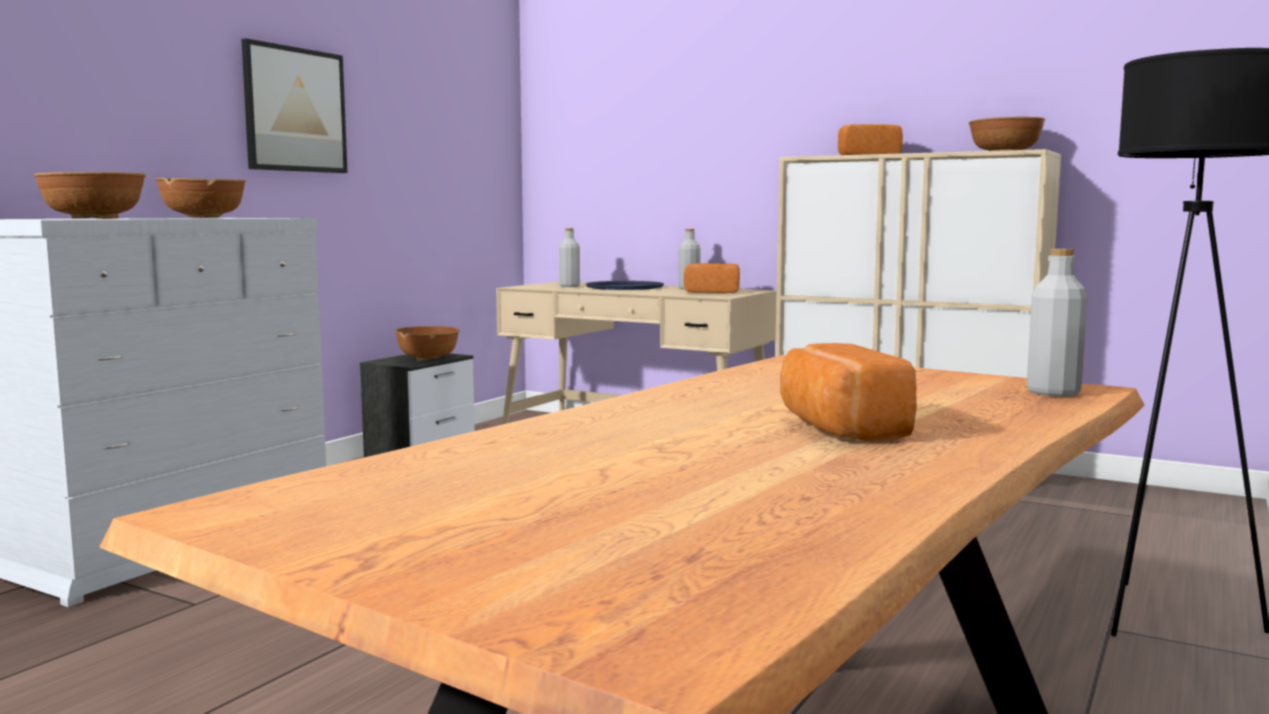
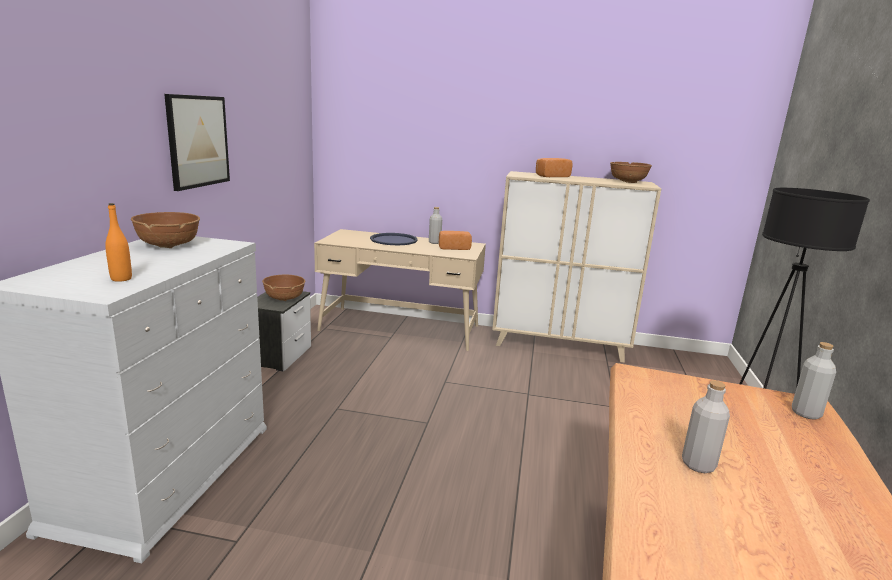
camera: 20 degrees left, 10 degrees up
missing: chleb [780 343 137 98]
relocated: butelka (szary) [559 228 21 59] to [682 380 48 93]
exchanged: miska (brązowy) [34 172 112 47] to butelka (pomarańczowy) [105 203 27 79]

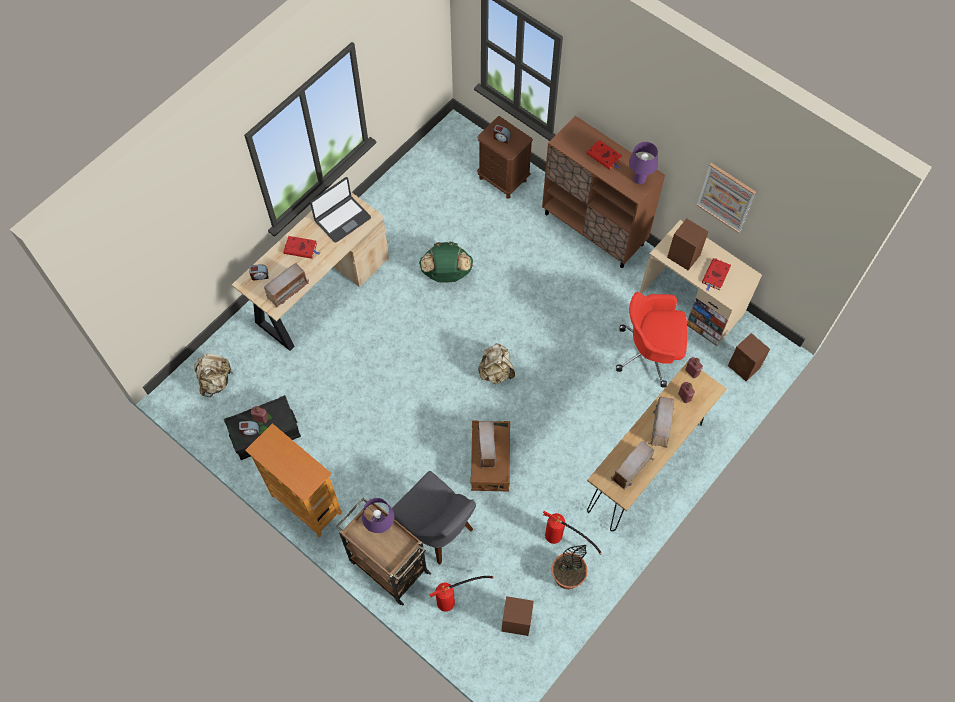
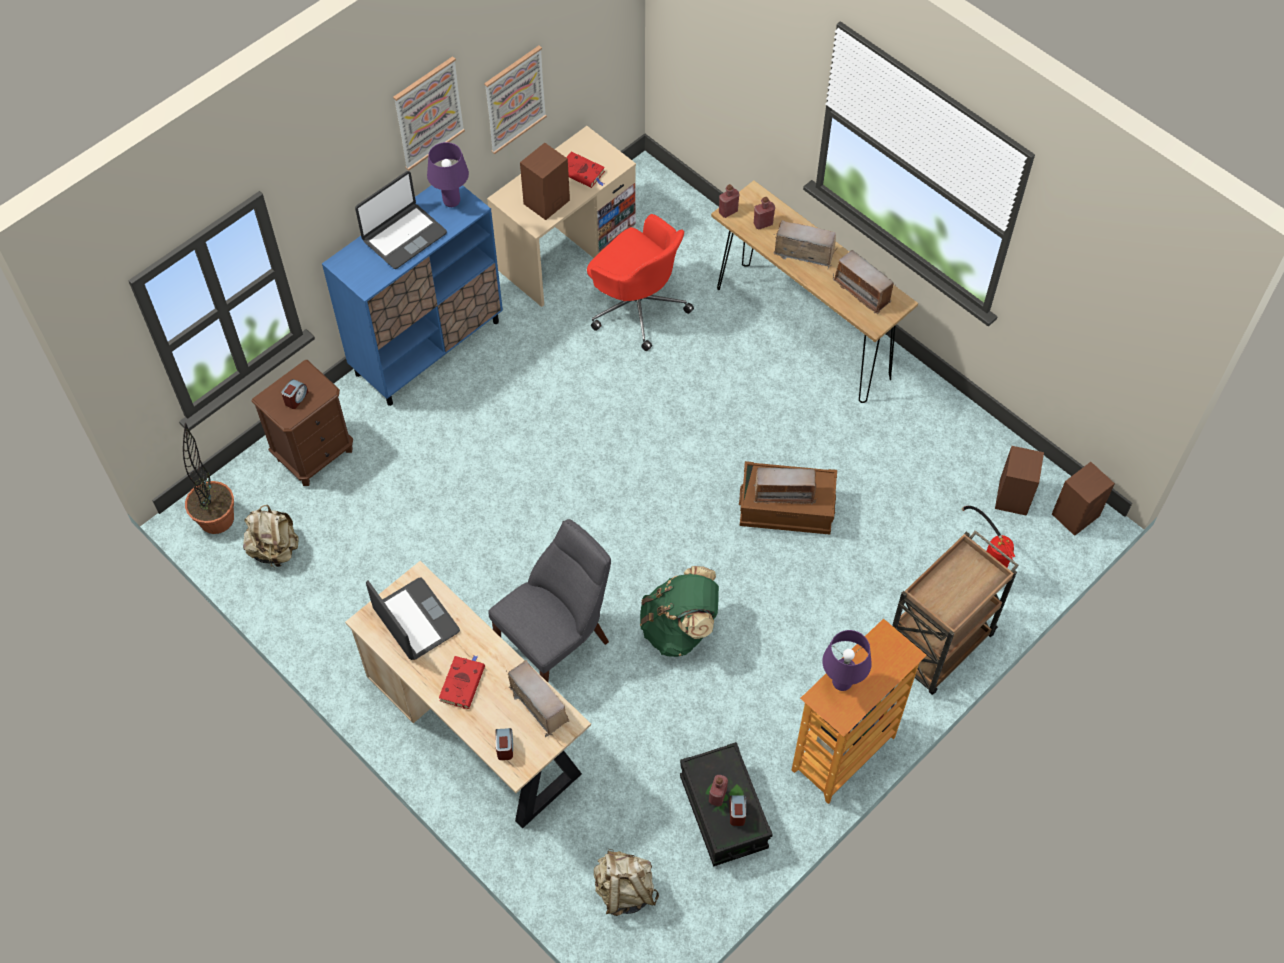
camera: 85 degrees left, 5 degrees down
missing: gaśnica [543 511 59 44]
appeared: obraz [393 56 72 115]
relocated: lampa stołowa (fioletowy) [362 498 32 35] to [822 630 50 61]; krzesło (szary) [392 471 84 94] to [488 519 123 163]; plecak (zielony) [419 242 54 41] to [640 566 79 91]; plecak (beżowy) [478 343 37 41] to [243 505 56 64]; roślina doniczkowa [552 545 36 44] to [183 423 51 111]; głośnik (brązowy) [728 333 42 48] to [1052 462 63 74]
exchanged: książka (czerwony) [587 140 35 30] to laptop [355 171 92 98]
colour: szafka (brązowy) [542 116 123 152] to szafka (niebieski) [322 185 181 221]
spun: krzesło biurowe (czerwony) [616 292 71 96] = [587 214 107 137] 60 degrees counterclockwise

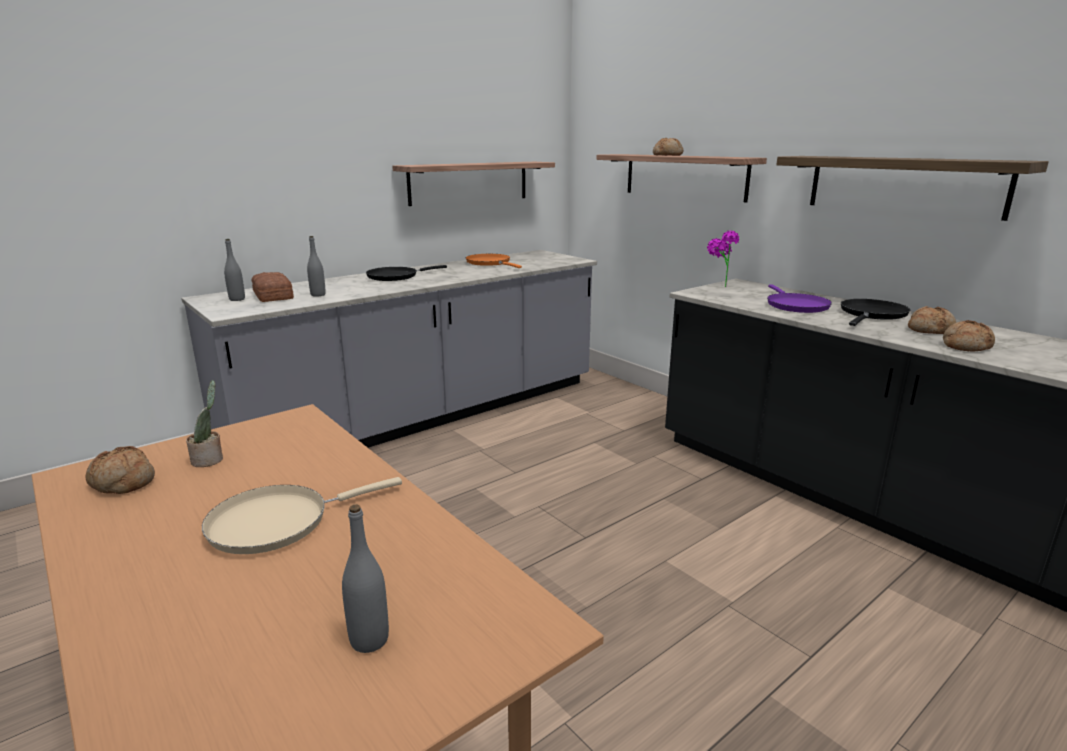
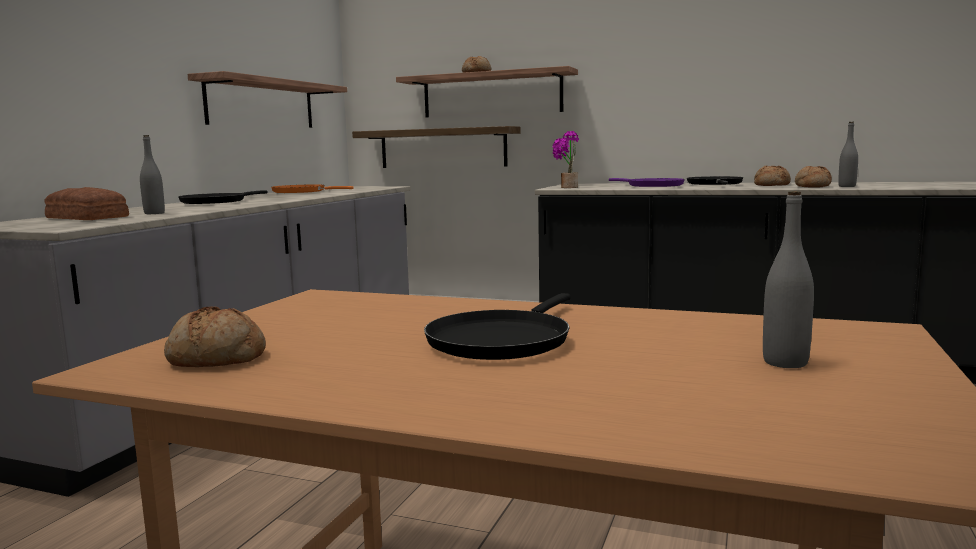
camera: 30 degrees left, 10 degrees down
relocated: roślina doniczkowa [186 380 37 87] to [561 140 17 48]; butelka (szary) [224 239 21 62] to [838 122 20 65]; półka [776 156 273 65] to [352 126 169 42]
colour: patelnia (beżowy) [202 477 200 77] to patelnia (czarny) [424 293 147 67]

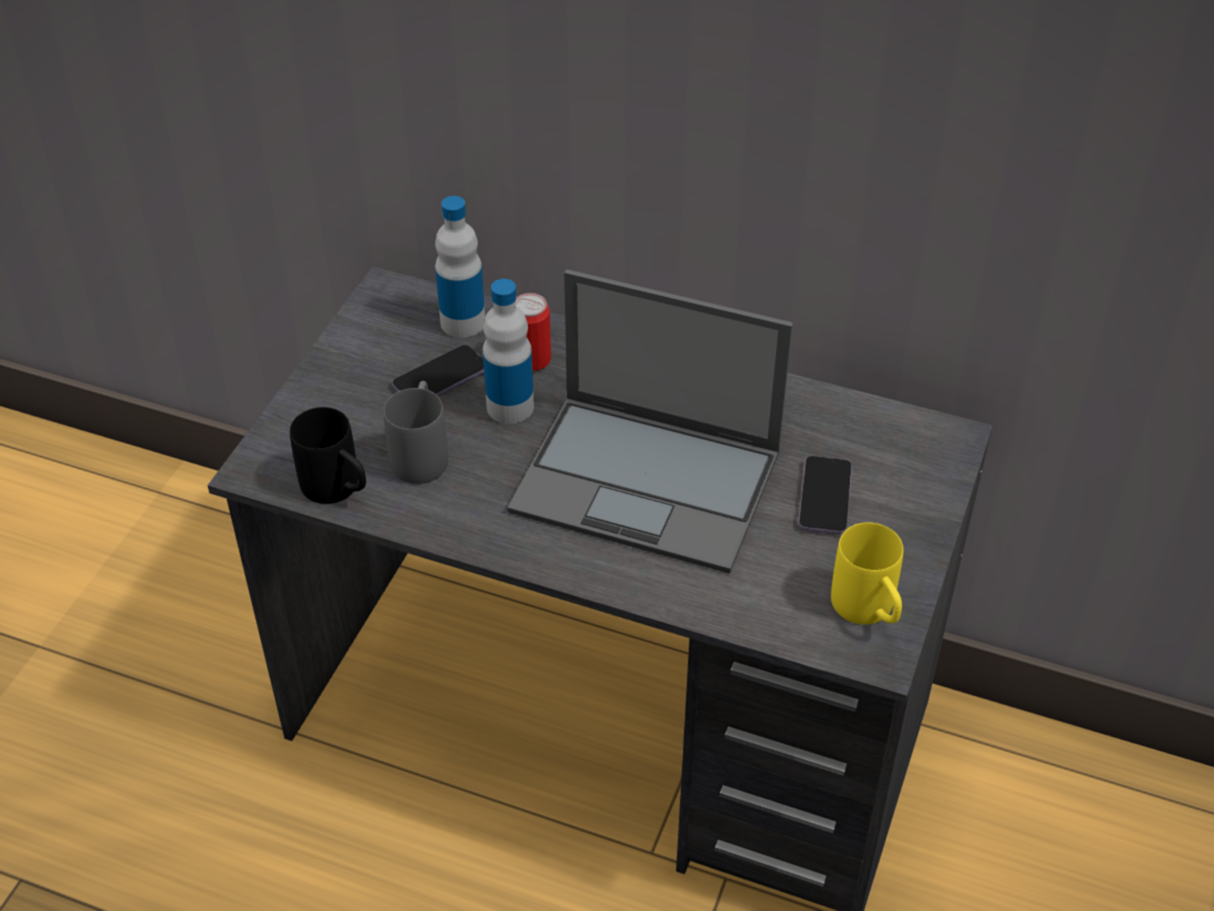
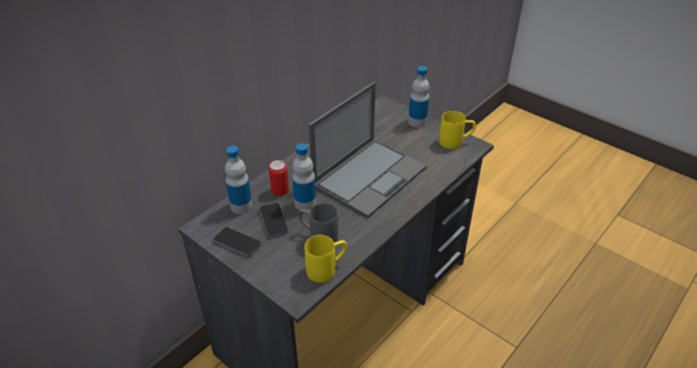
camera: 70 degrees left, 5 degrees down
appeared: butelka [408 66 21 62]
relocated: telefon [798 456 54 79] to [213 227 48 30]
colour: kubek (czarny) [290 407 76 97] to kubek (żółty) [305 235 42 48]

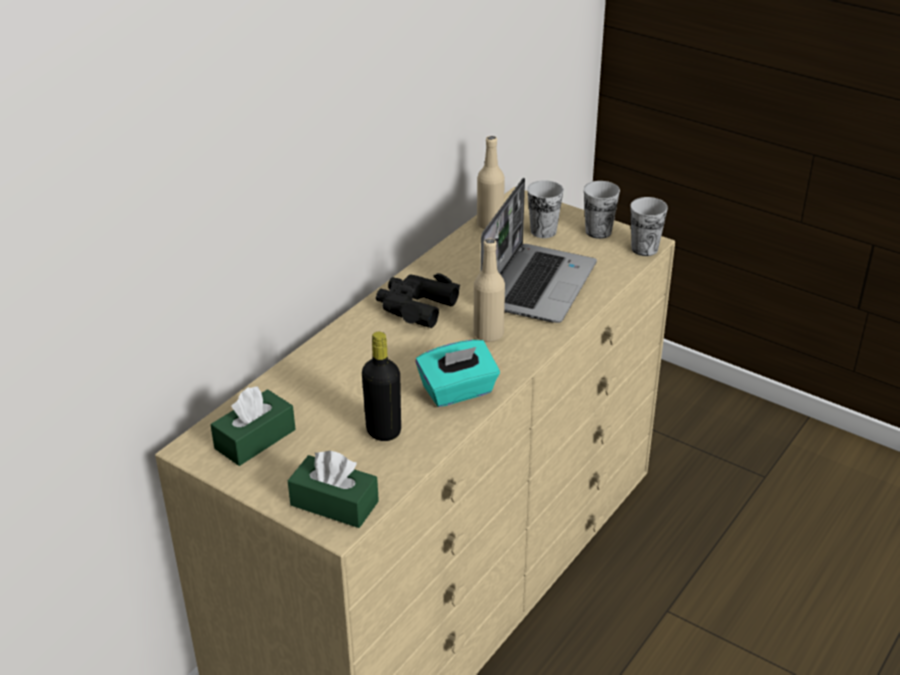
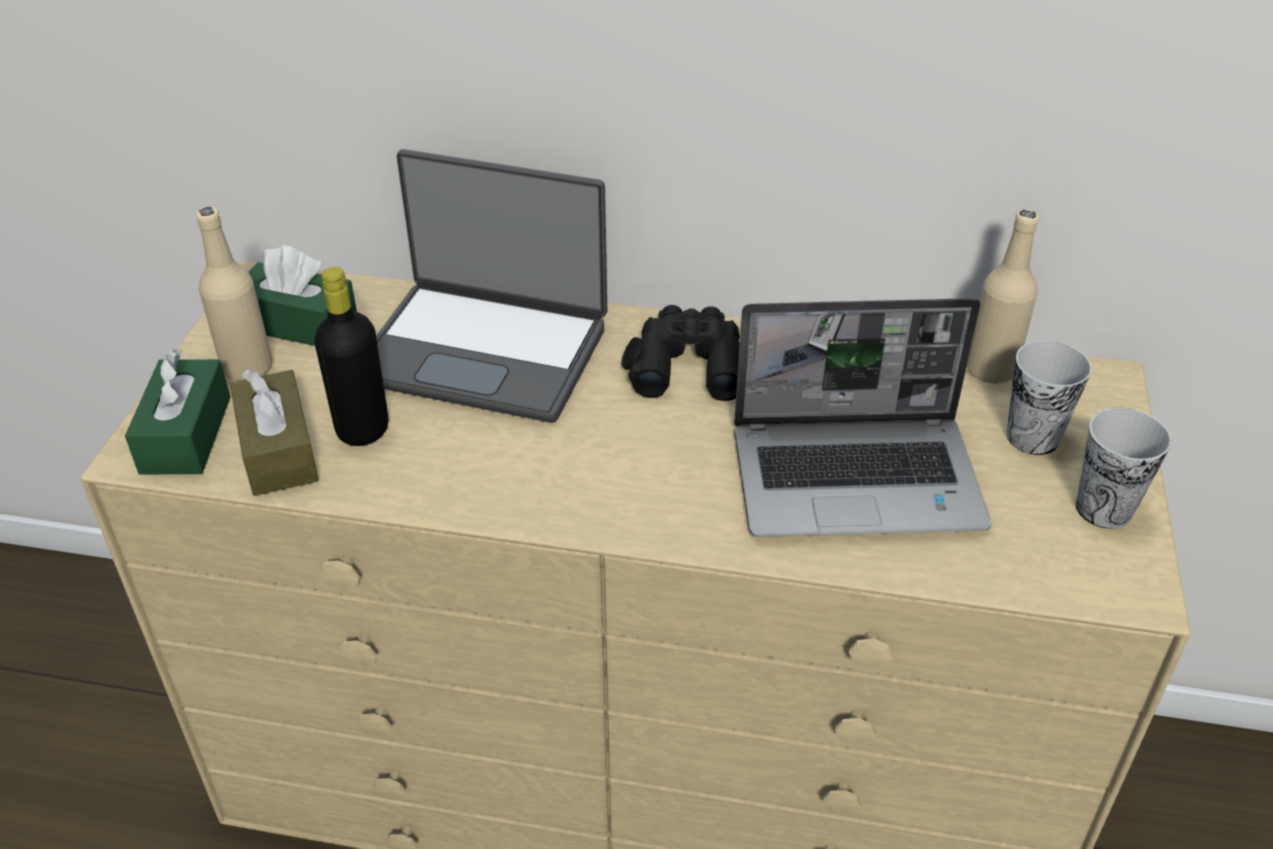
camera: 65 degrees right, 5 degrees up
missing: pudełko chusteczek (turkusowy) [416 340 84 67]; filiżanka [631 197 37 59]
appeared: pudełko chusteczek (brązowy) [230 370 89 126]; laptop [376 149 231 274]
relocated: butelka (beżowy) [474 238 31 104] to [196 207 76 173]

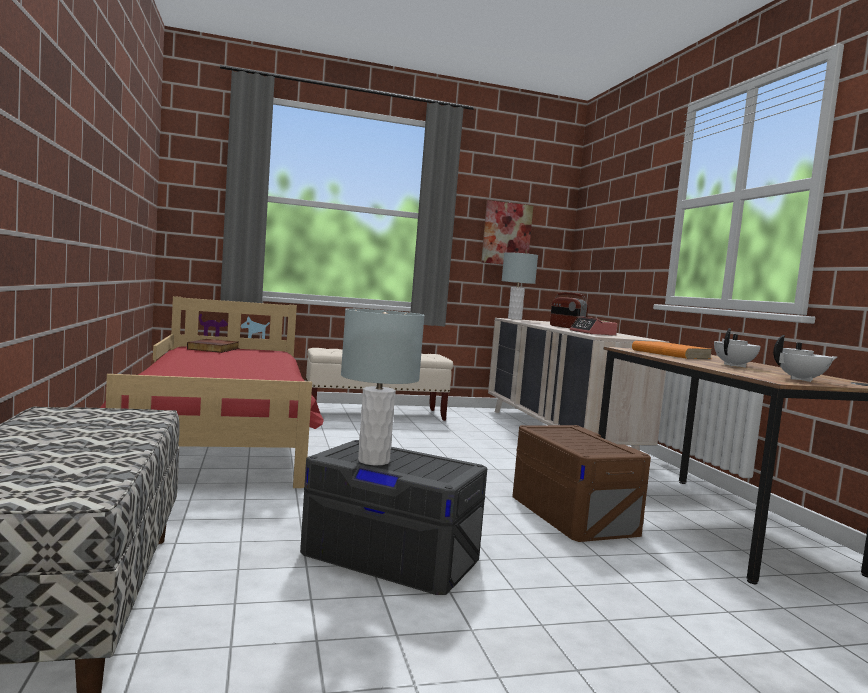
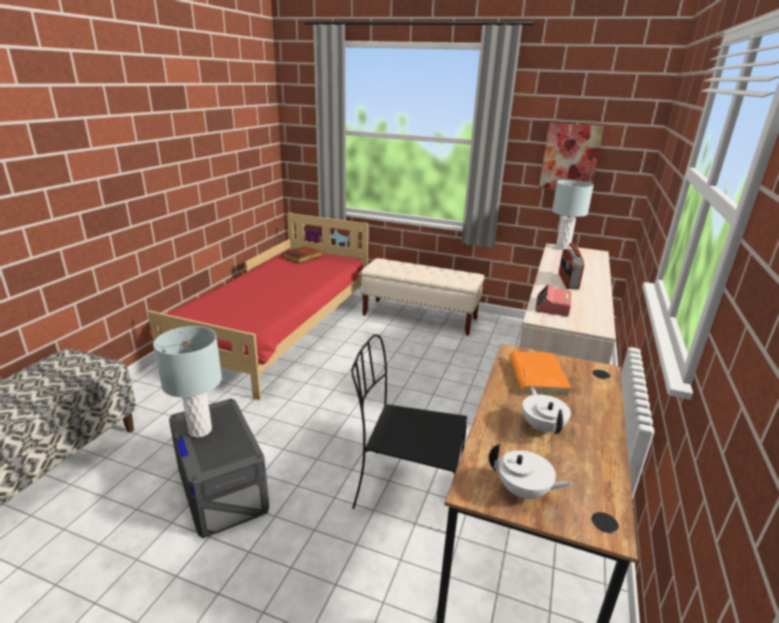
camera: 35 degrees right, 20 degrees up
exchanged: pojemnik do przechowywania (brązowy) [512 425 139 117] to krzesło (czarny) [351 334 116 175]
spun: imbryk (biały) [714 328 47 40] = [522 387 49 48] 90 degrees counterclockwise

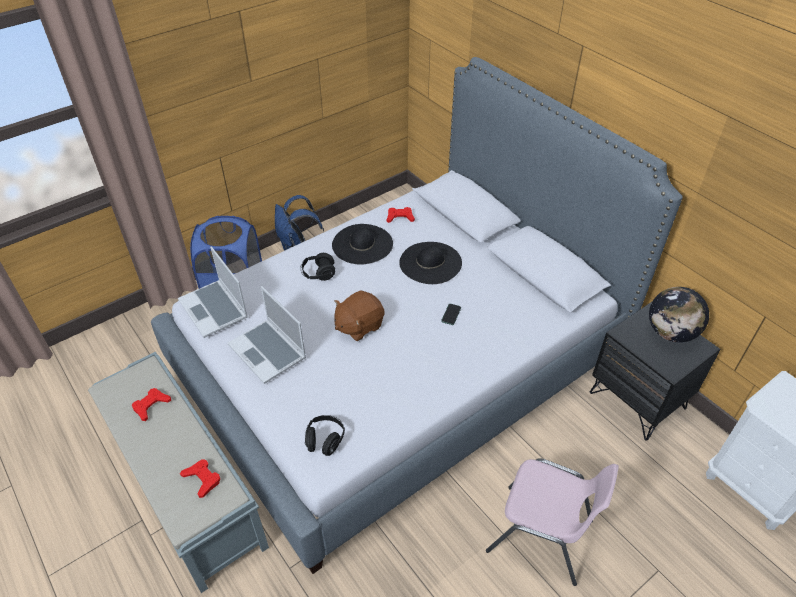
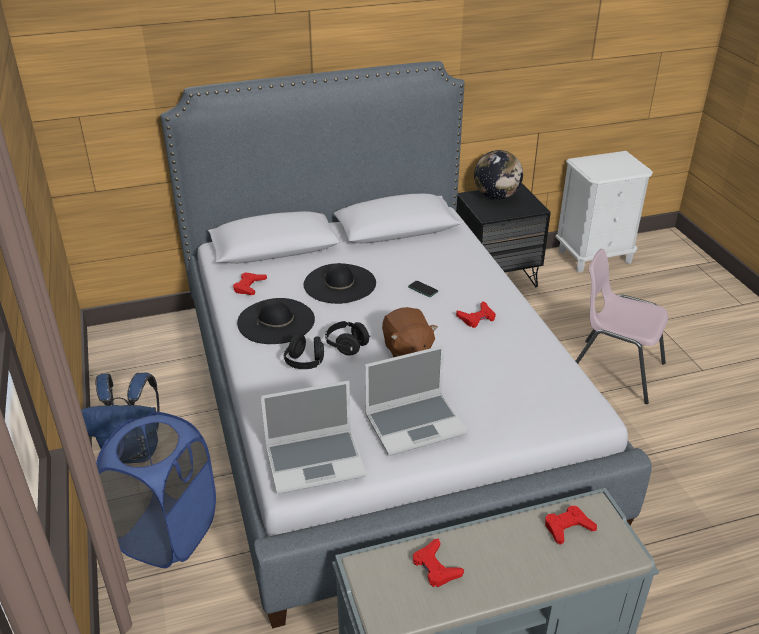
camera: 70 degrees left, 10 degrees down
appeared: pad do gier (czerwony) [456 301 40 27]
relocated: słuchawki (czarny) [305 415 40 41] to [325 321 45 35]
spun: krzesło (różowy) [486 458 133 128] = [576 249 92 155] 105 degrees counterclockwise

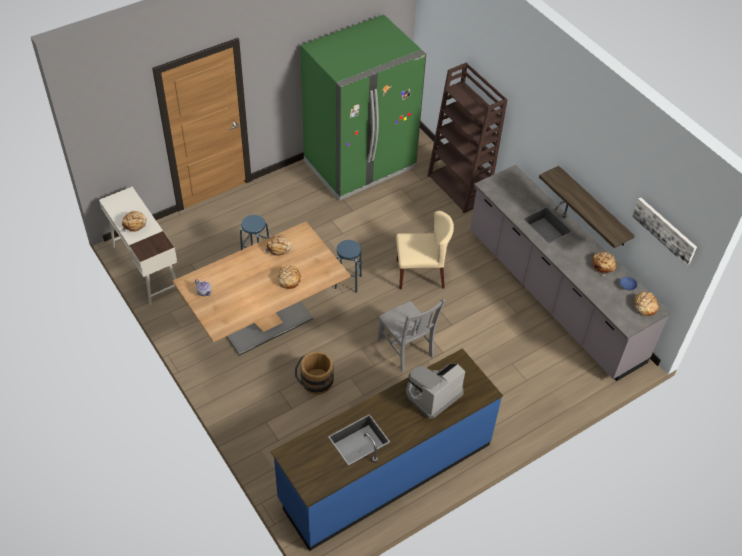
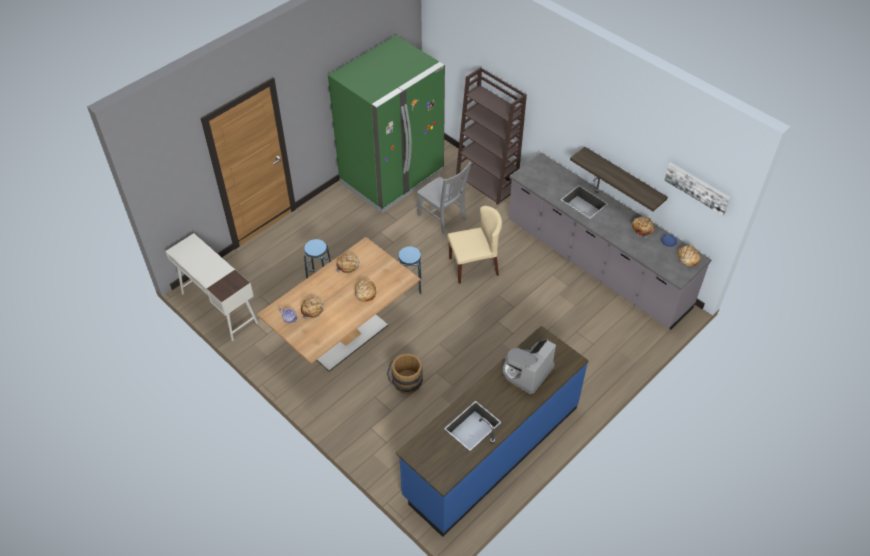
camera: 10 degrees left, 0 degrees up
relocated: chleb [121 211 26 21] to [301 297 23 22]; krzesło (szary) [378 299 67 73] to [417 162 54 73]

